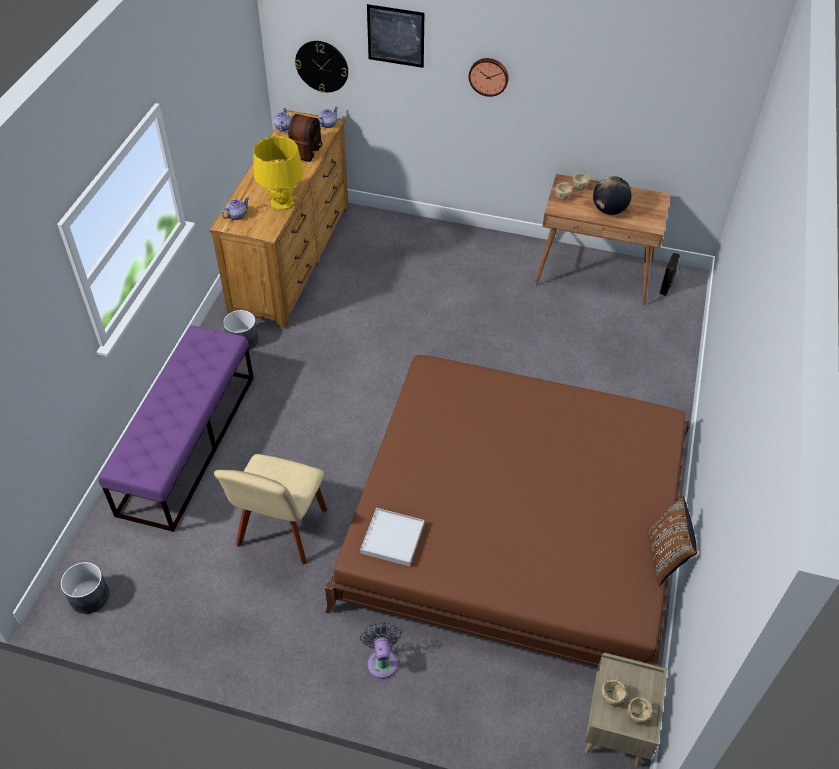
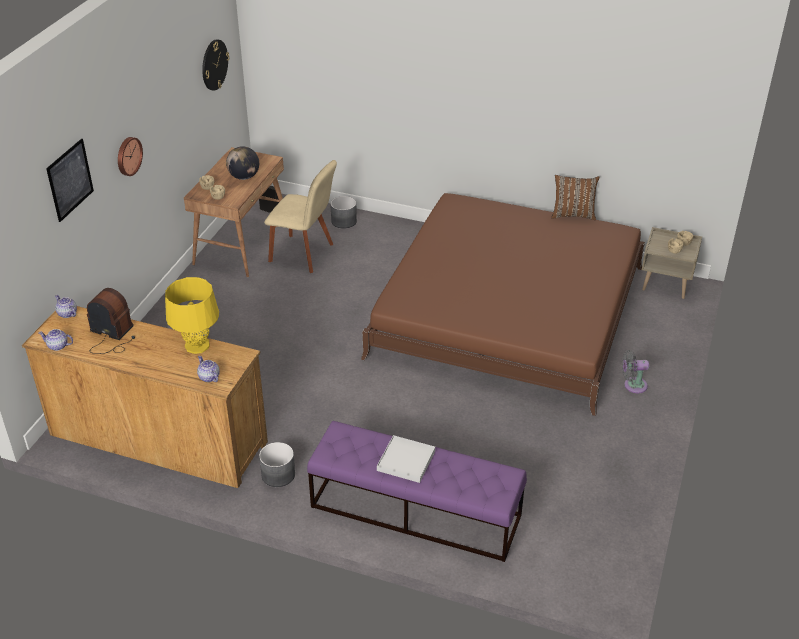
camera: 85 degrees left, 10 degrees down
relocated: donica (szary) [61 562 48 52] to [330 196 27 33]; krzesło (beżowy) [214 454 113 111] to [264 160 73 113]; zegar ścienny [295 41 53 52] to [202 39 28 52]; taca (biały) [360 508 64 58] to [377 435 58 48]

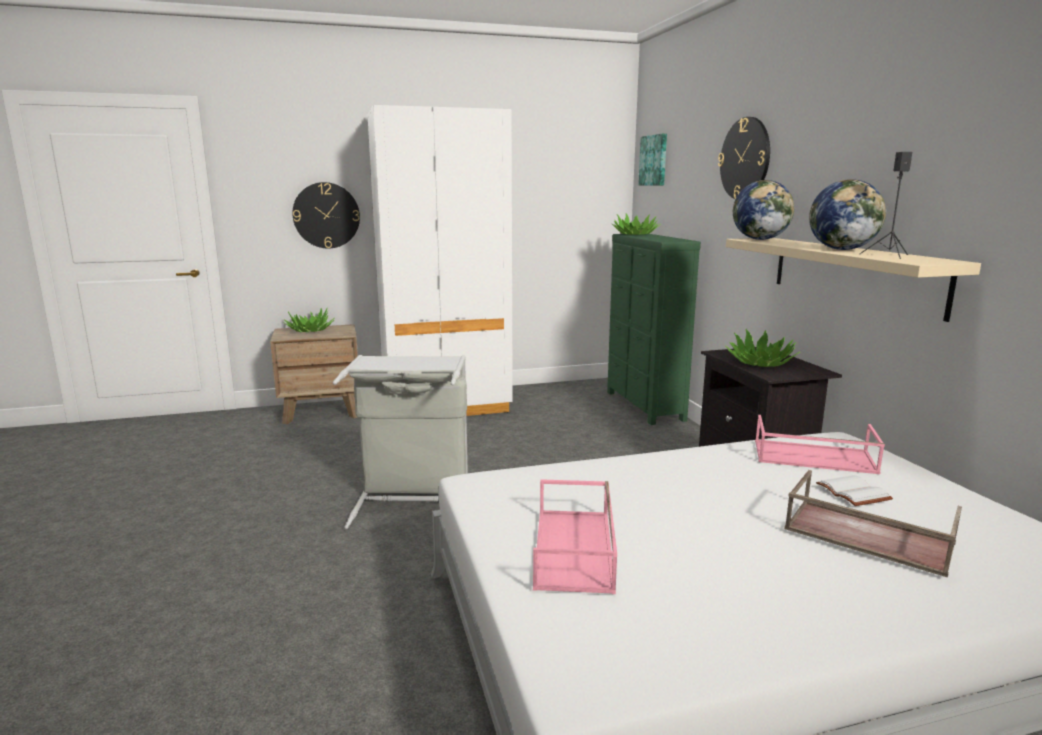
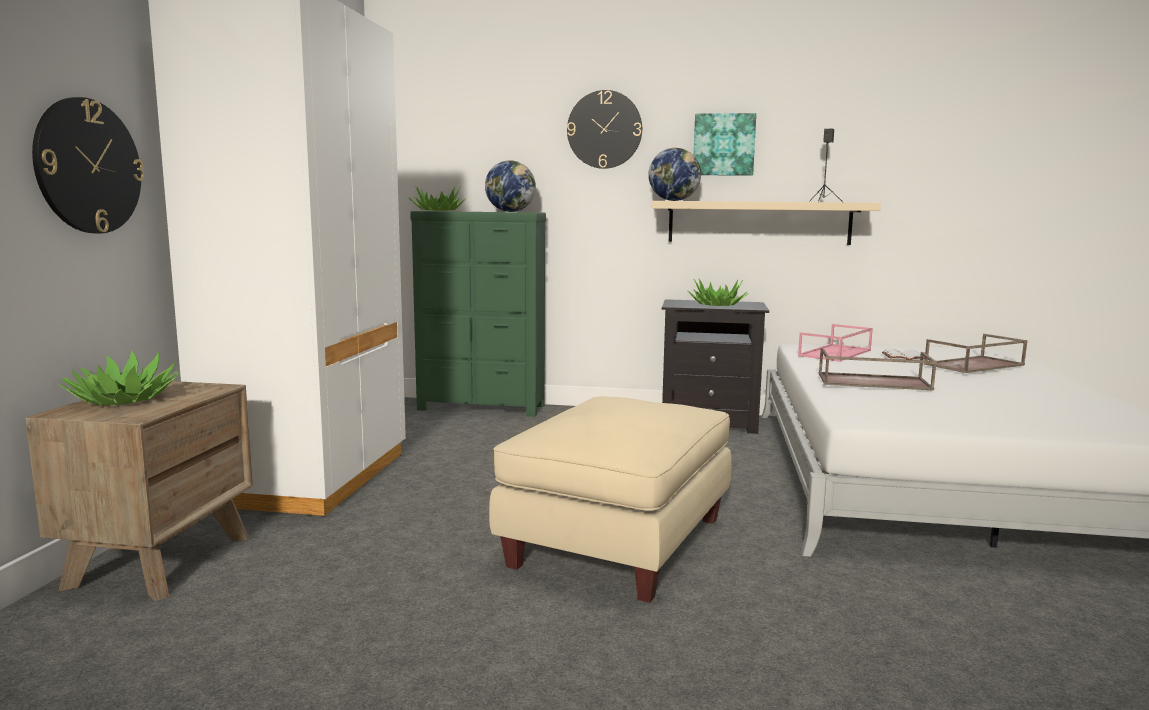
camera: 65 degrees left, 5 degrees down
missing: taca (różowy) [533 479 84 115]
appeared: taca (brązowy) [819 348 118 43]
relocated: obraz [638 134 29 52] to [694 113 62 63]; globus [809 179 78 71] to [485 160 51 52]
exchanged: kosz na pranie (szary) [333 355 135 174] to pufa (beżowy) [489 396 243 207]

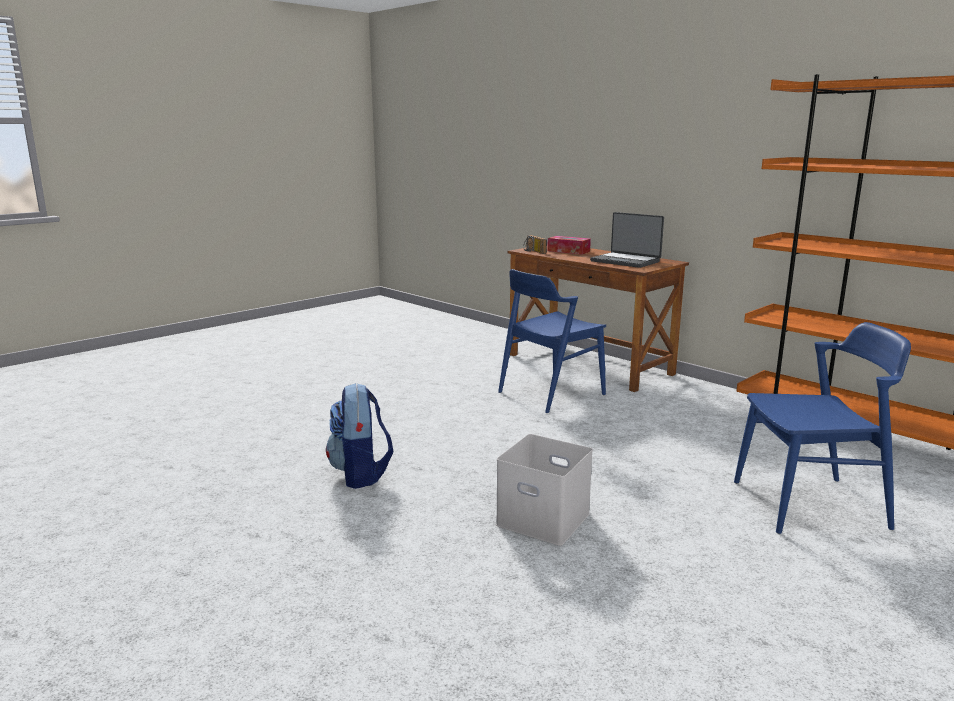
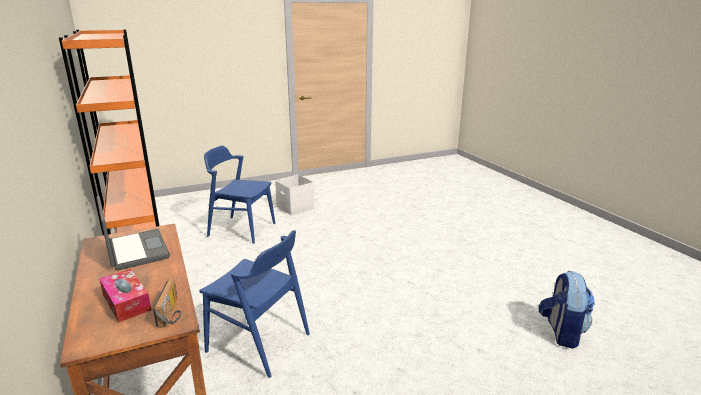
camera: 160 degrees left, 5 degrees up
relocated: plecak [326 383 67 106] to [539 271 56 78]; pojemnik do przechowywania (biały) [496 434 97 112] to [275 175 39 41]
spun: krzesło (niebieski) [498 269 108 144] = [200 230 110 148] 45 degrees clockwise

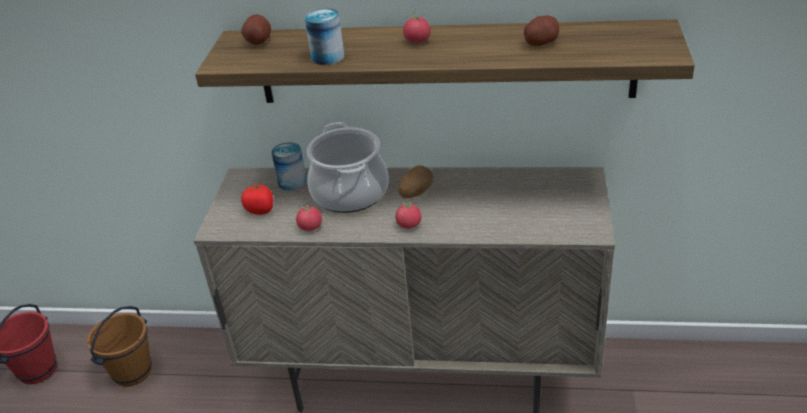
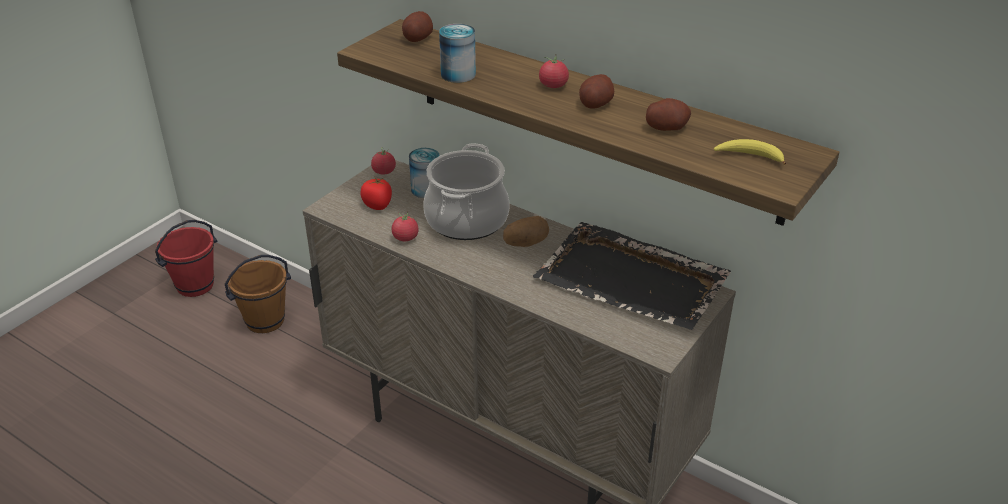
camera: 25 degrees right, 0 degrees up
appeared: taca (czarny) [533 222 198 108]; ziemniak [579 74 35 35]; banan [714 139 72 26]
relocated: pomidor [395 201 27 28] to [371 147 25 28]

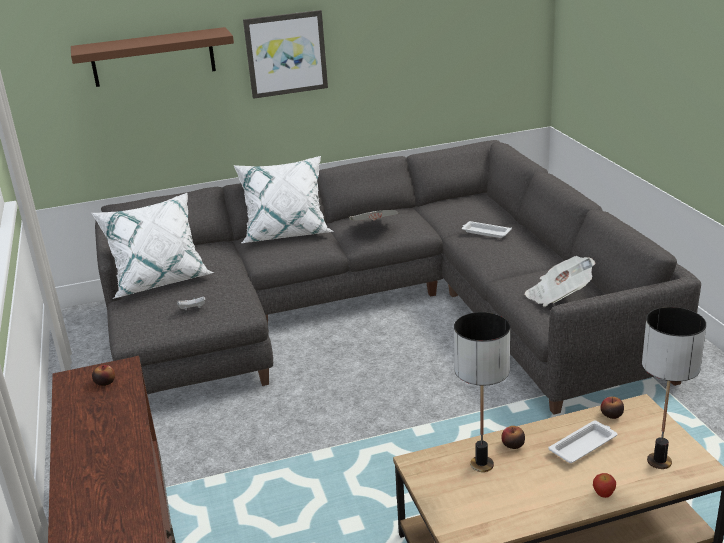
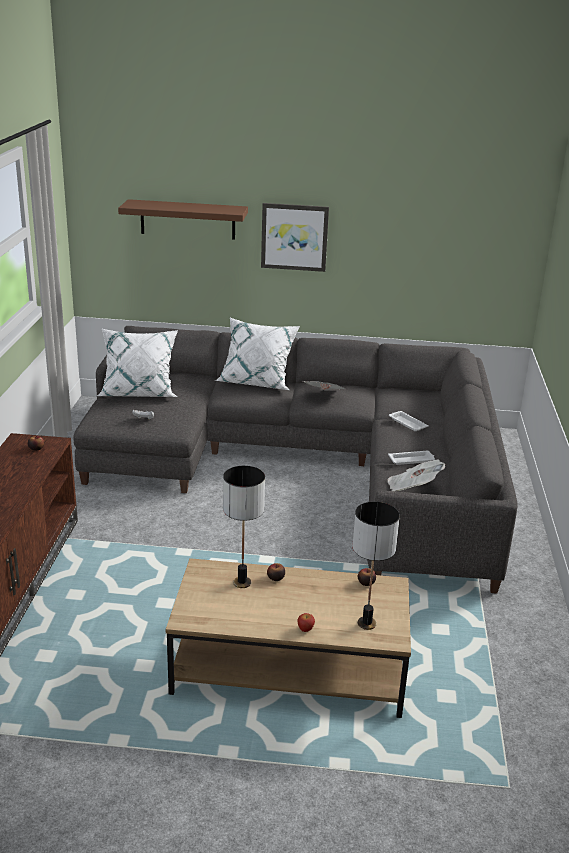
camera: 20 degrees right, 0 degrees up
relocated: taca (biały) [548 421 69 42] to [388 451 47 14]

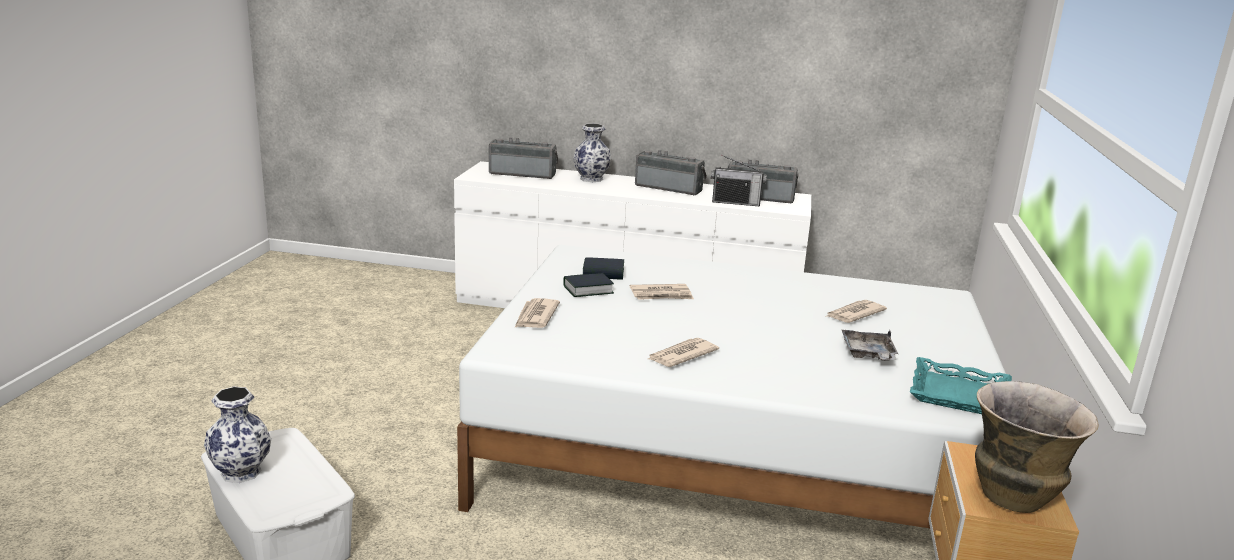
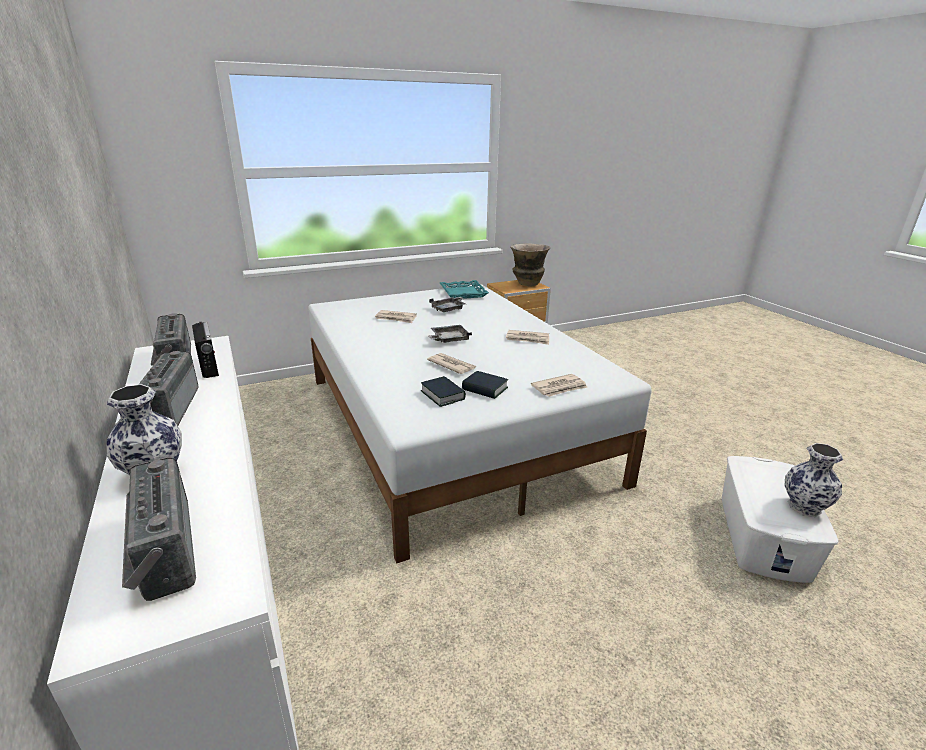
camera: 125 degrees left, 5 degrees up
appeared: taca (szary) [429 325 43 18]

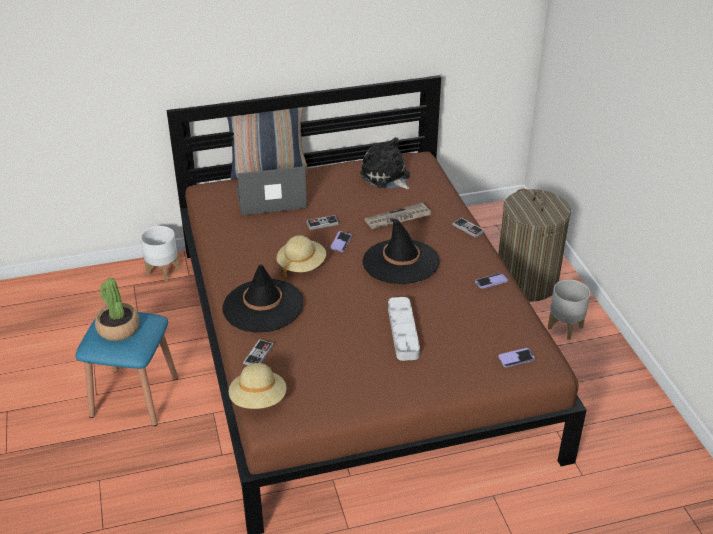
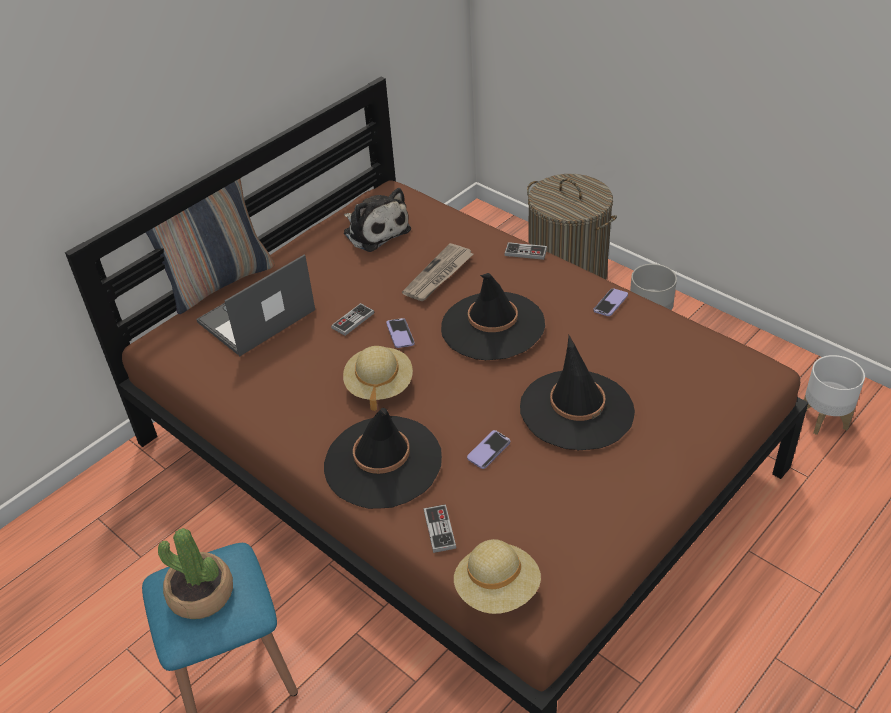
camera: 30 degrees left, 5 degrees up
relocated: donica (biały) [141 226 39 56] to [804 355 61 80]; telefon [498 348 37 19] to [467 430 43 39]
exchanged: taca (szary) [388 297 32 64] to kapelusz (czarny) [520 335 115 116]
spun: pluszak [360 137 50 52] = [343 188 68 64] 150 degrees counterclockwise

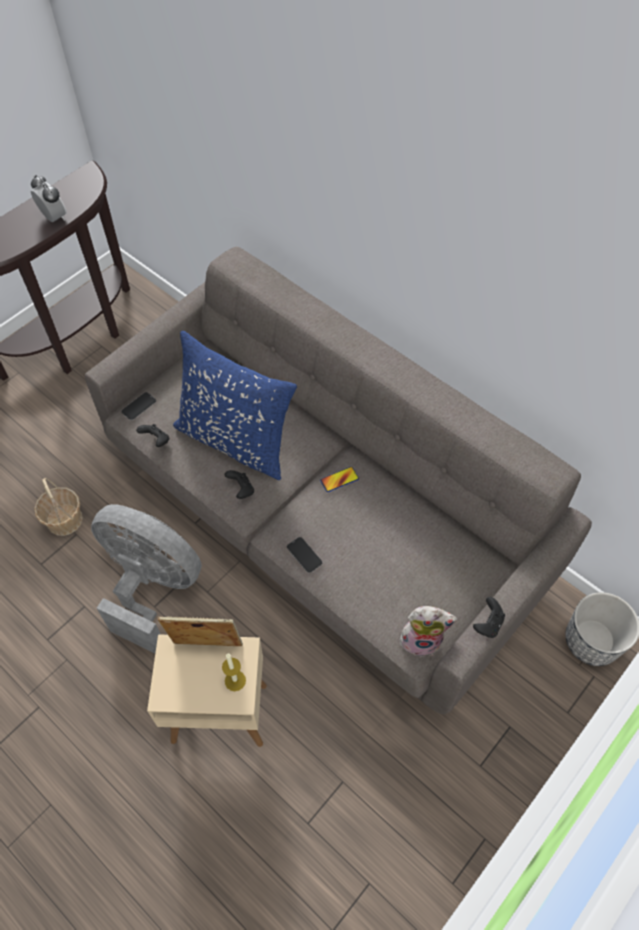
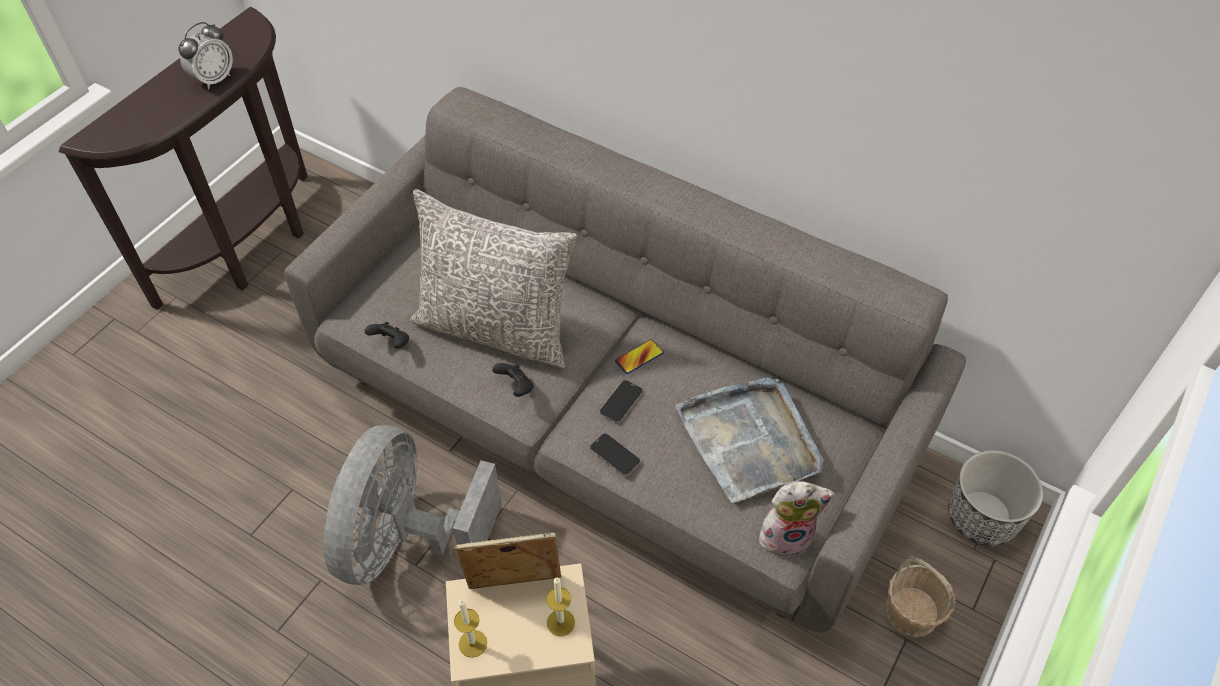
camera: 10 degrees left, 5 degrees down
missing: pad do gier (czarny) [473 597 32 41]
appeared: świeca [454 600 33 58]; taca (szary) [675 378 148 125]
relocated: koszyk [34 478 49 58] to [886 556 70 81]; telefon [121 392 35 28] to [600 380 42 43]
colour: poduszka (niebieski) [173 331 124 149] to poduszka (szary) [410 189 168 179]
spun: budzik [31 175 36 47] = [179 22 54 67] 90 degrees clockwise; wentylator (szary) [91 504 111 150] = [324 425 178 160] 90 degrees counterclockwise

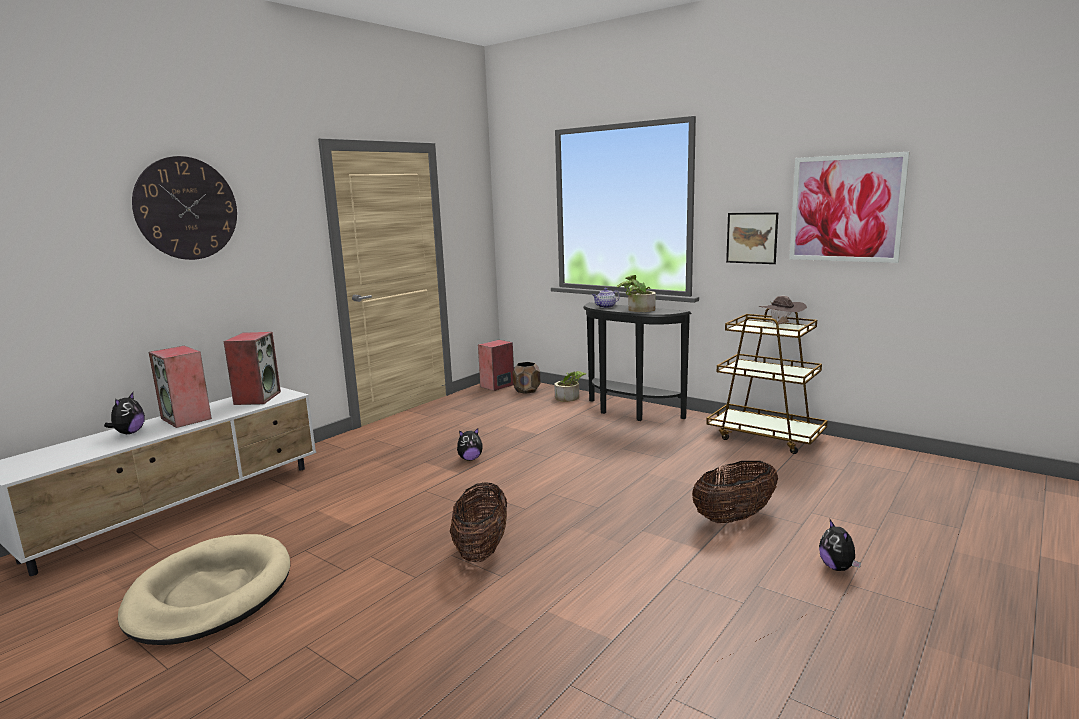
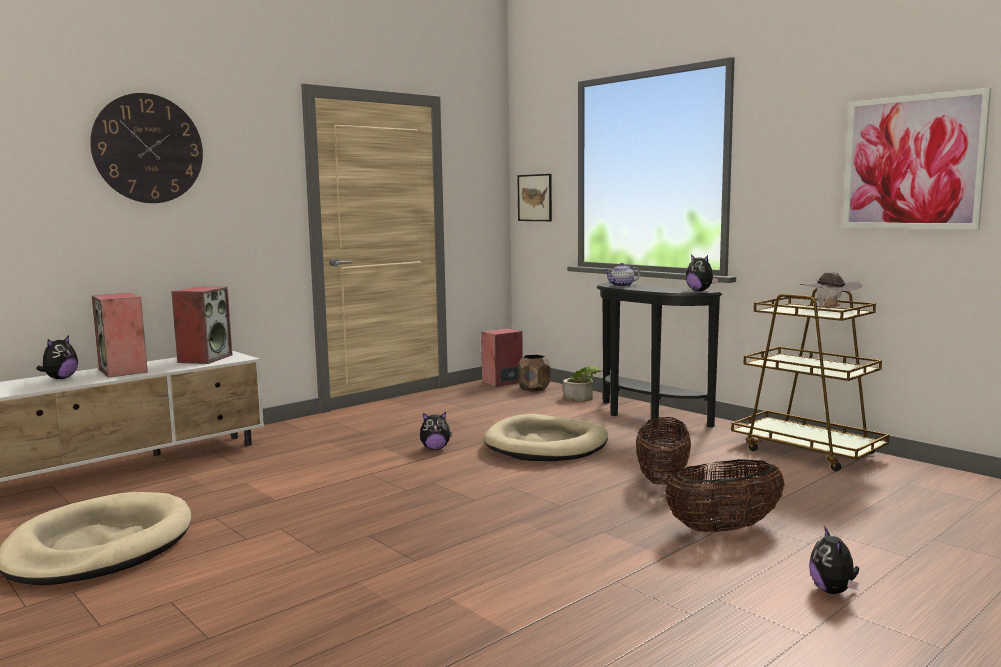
camera: 10 degrees right, 5 degrees down
missing: roślina doniczkowa [617 275 39 37]
appeared: legowisko (beżowy) [484 414 124 47]; pluszak [686 254 32 37]
relocated: koszyk [450 482 57 80] to [636 417 55 68]; obraz [726 213 52 51] to [518 174 34 47]

